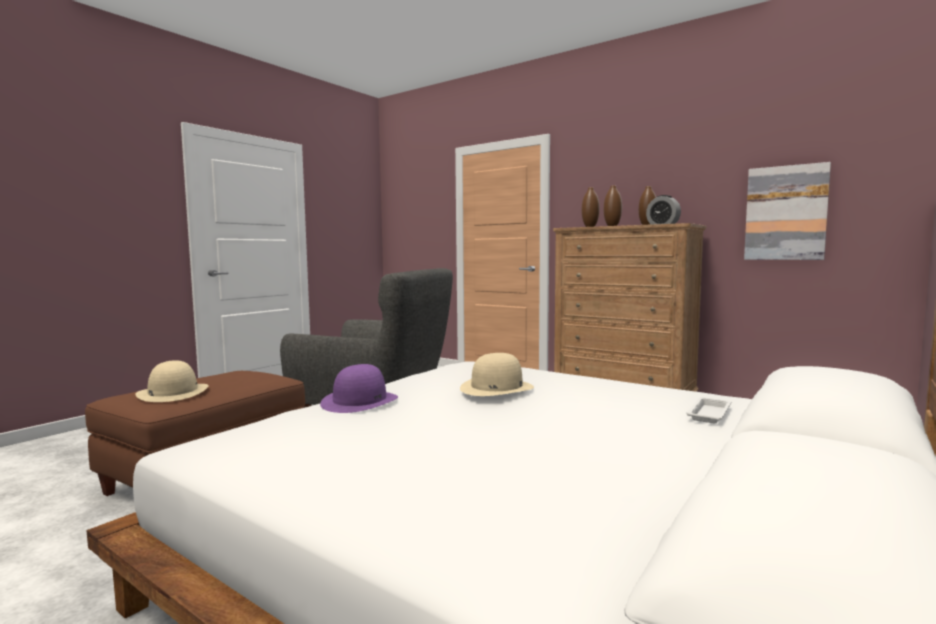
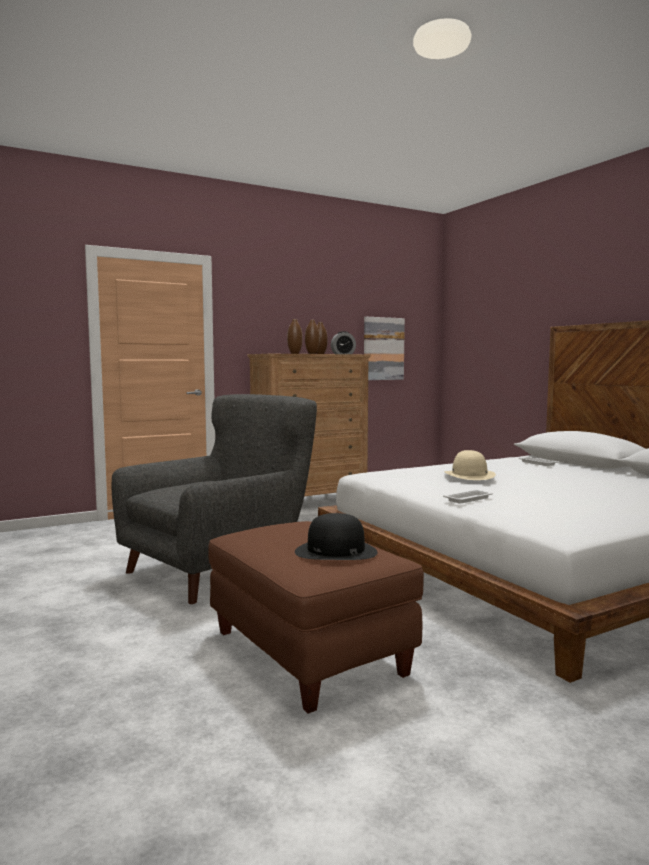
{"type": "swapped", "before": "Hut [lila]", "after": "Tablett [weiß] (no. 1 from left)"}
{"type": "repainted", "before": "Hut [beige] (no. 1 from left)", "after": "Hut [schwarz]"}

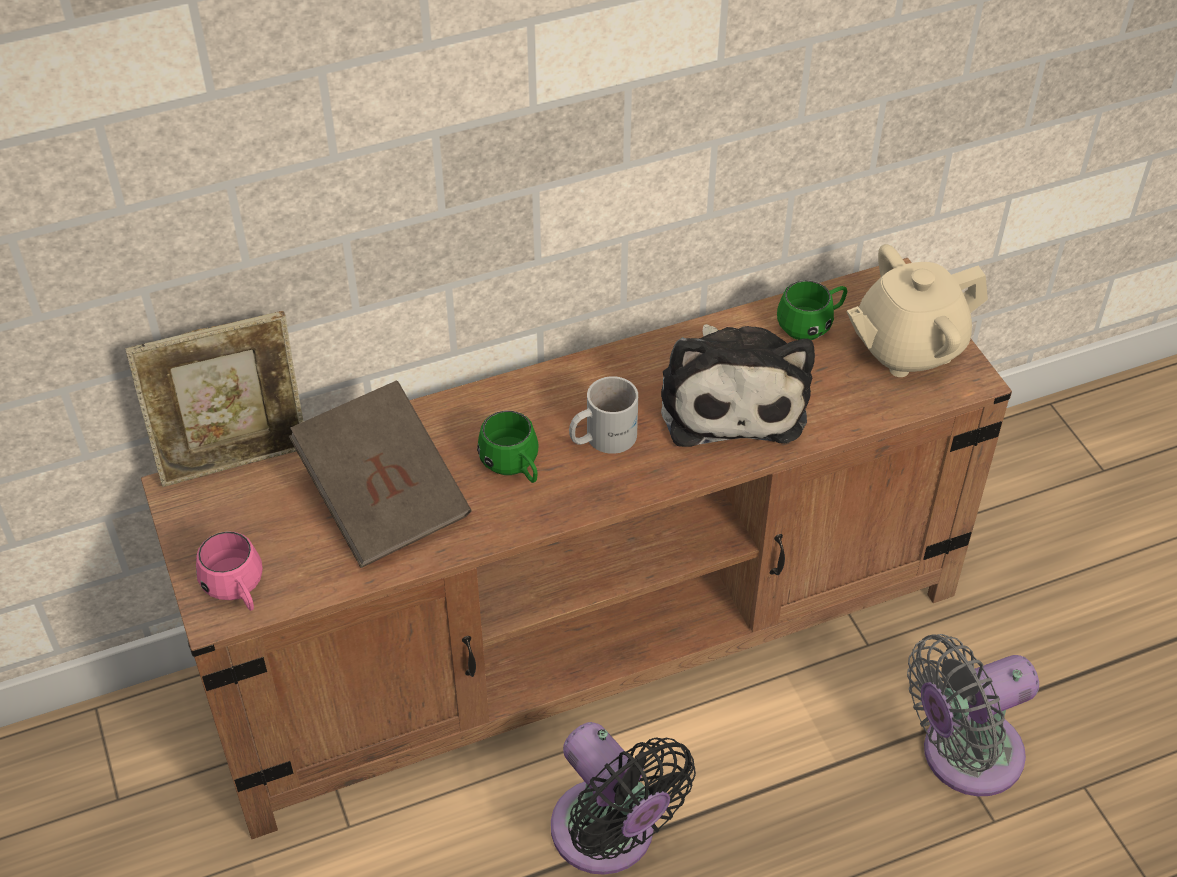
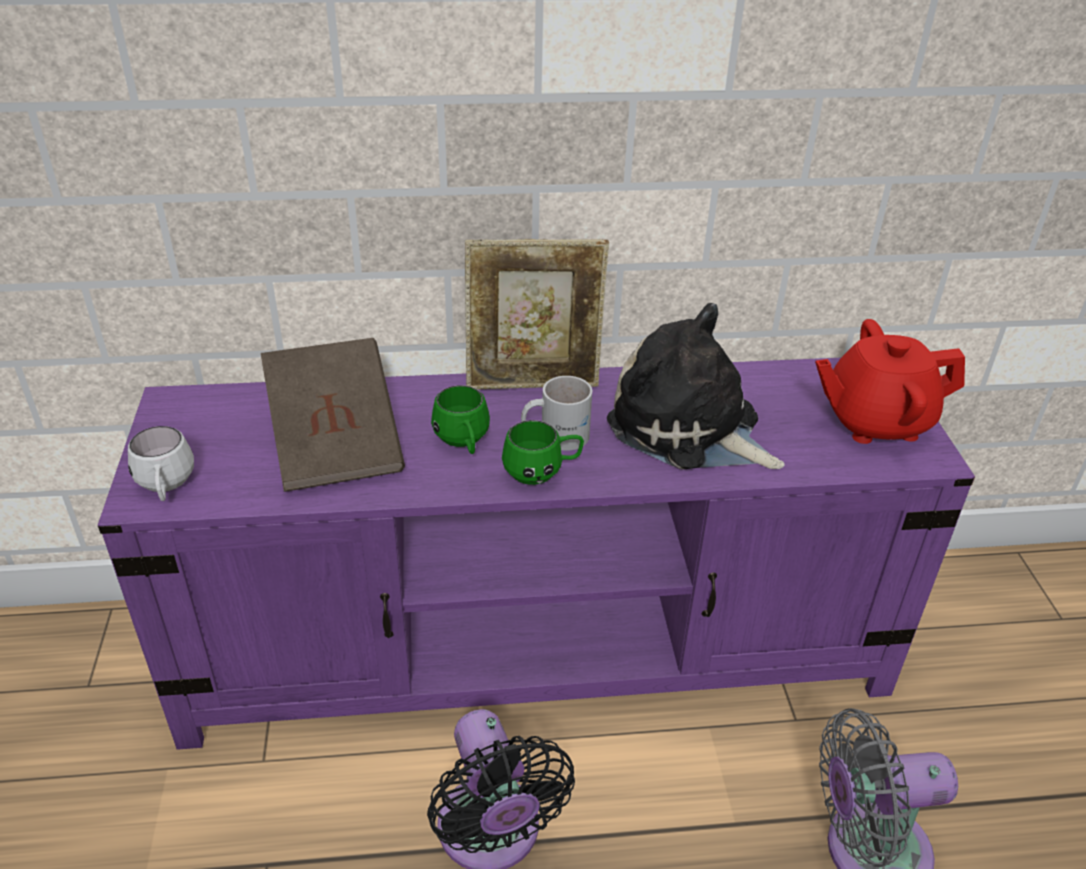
{"type": "shifted", "before": "Bilderrahmen"}
{"type": "shifted", "before": "Henkelbecher [grün] (no. 2 from left)"}
{"type": "repainted", "before": "Fernsehschrank [braun]", "after": "Fernsehschrank [lila]"}
{"type": "repainted", "before": "Henkelbecher [rosa]", "after": "Henkelbecher [weiß] (no. 1 from left)"}
{"type": "repainted", "before": "Teekanne [beige]", "after": "Teekanne [rot]"}
{"type": "rotated", "before": "Plüschtier", "turn": 120}

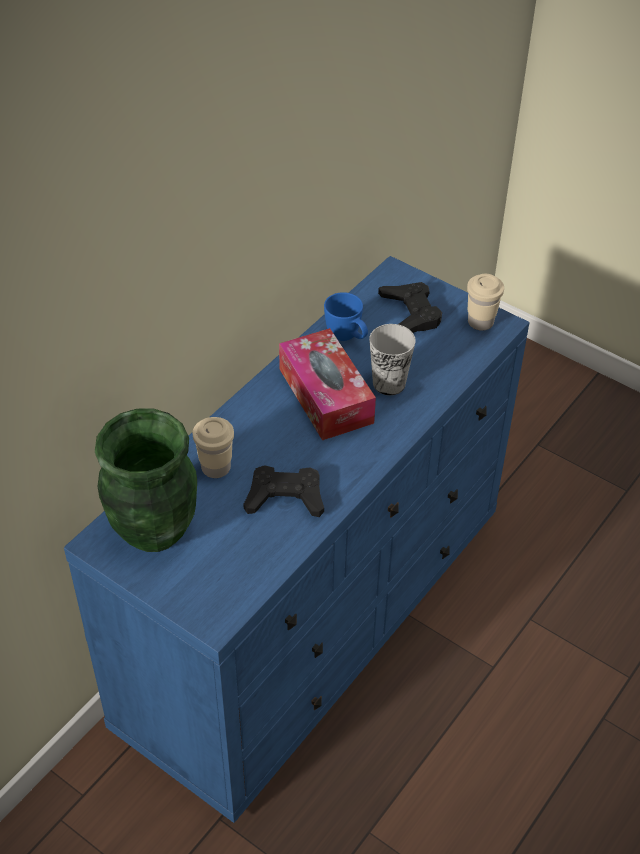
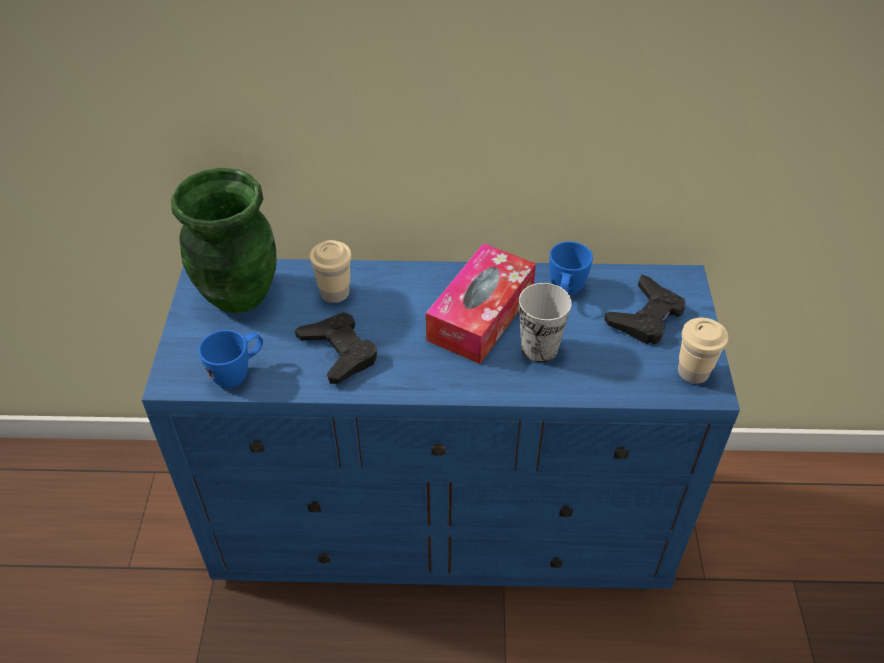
{"type": "new", "after": "Henkelbecher [blau] (no. 1 from left)"}

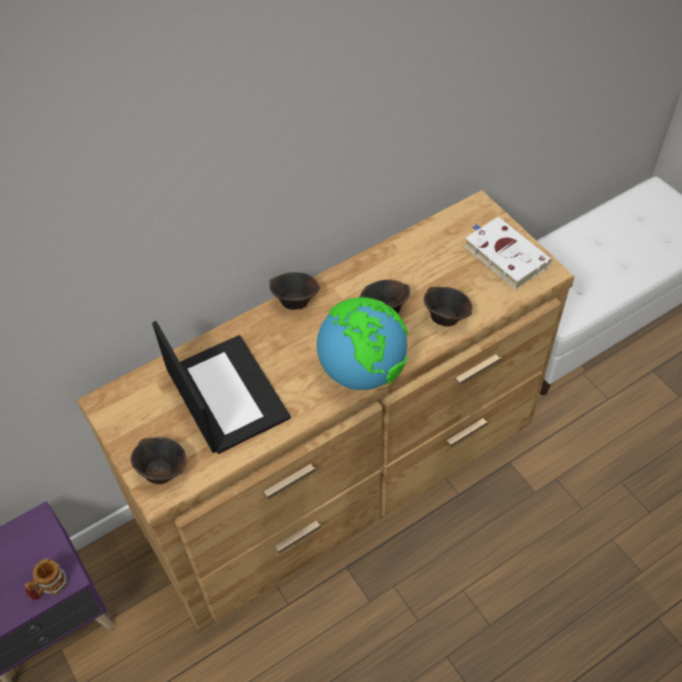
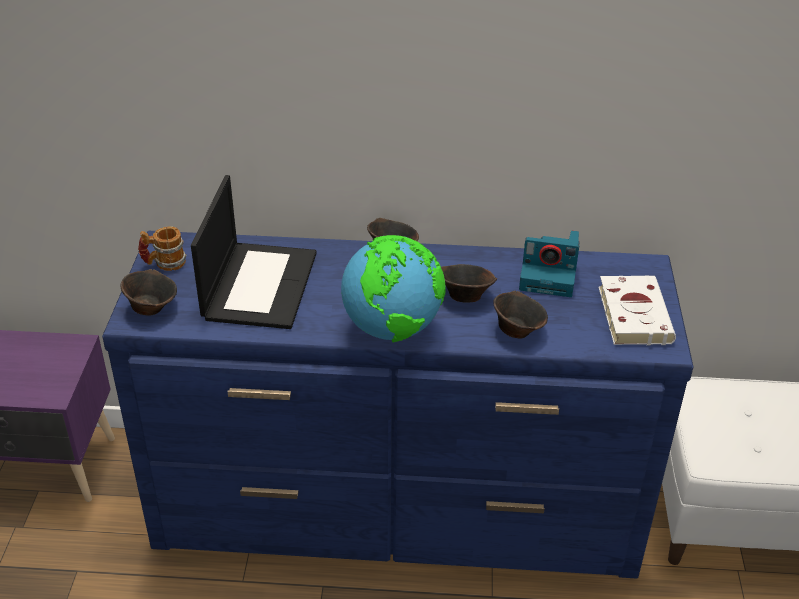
{"type": "new", "after": "Kamera"}
{"type": "shifted", "before": "Henkelbecher"}
{"type": "repainted", "before": "Kommode [braun]", "after": "Kommode [blau]"}

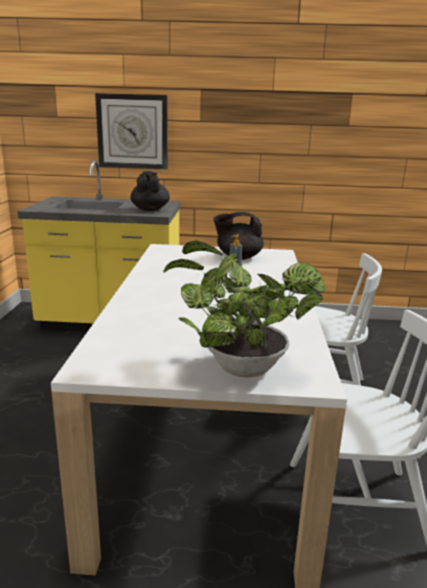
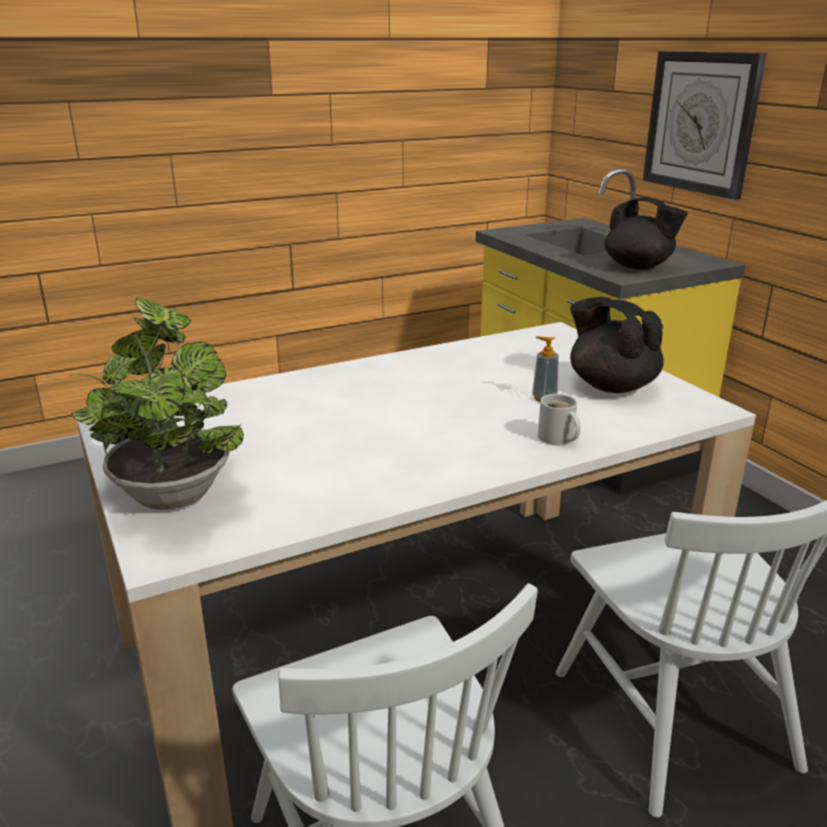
{"type": "new", "after": "Henkelbecher [weiß]"}
{"type": "rotated", "before": "Teekanne [schwarz] (no. 1 from left in the first image)", "turn": 75}

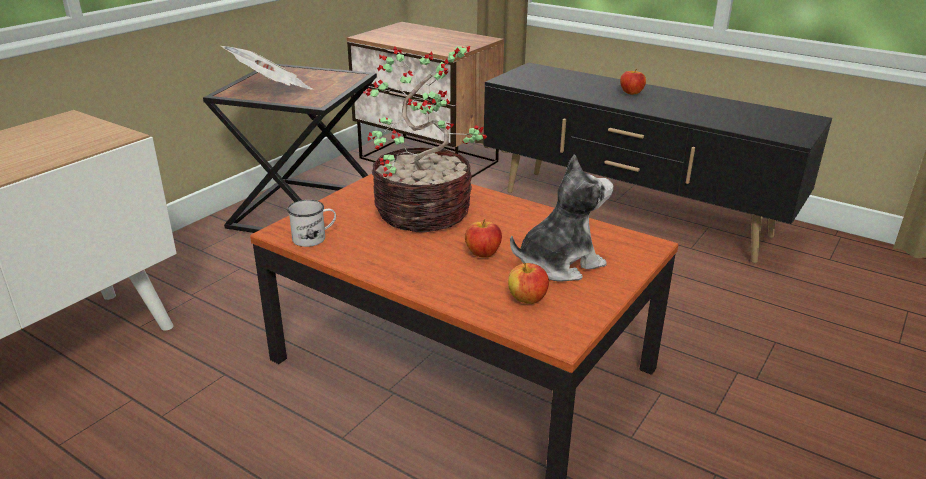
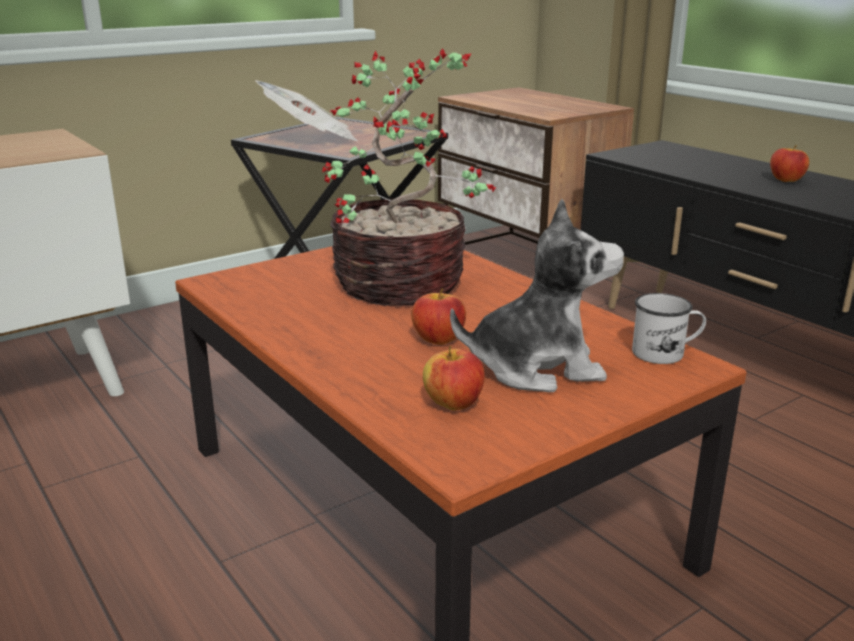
{"type": "shifted", "before": "Henkelbecher [weiß]"}

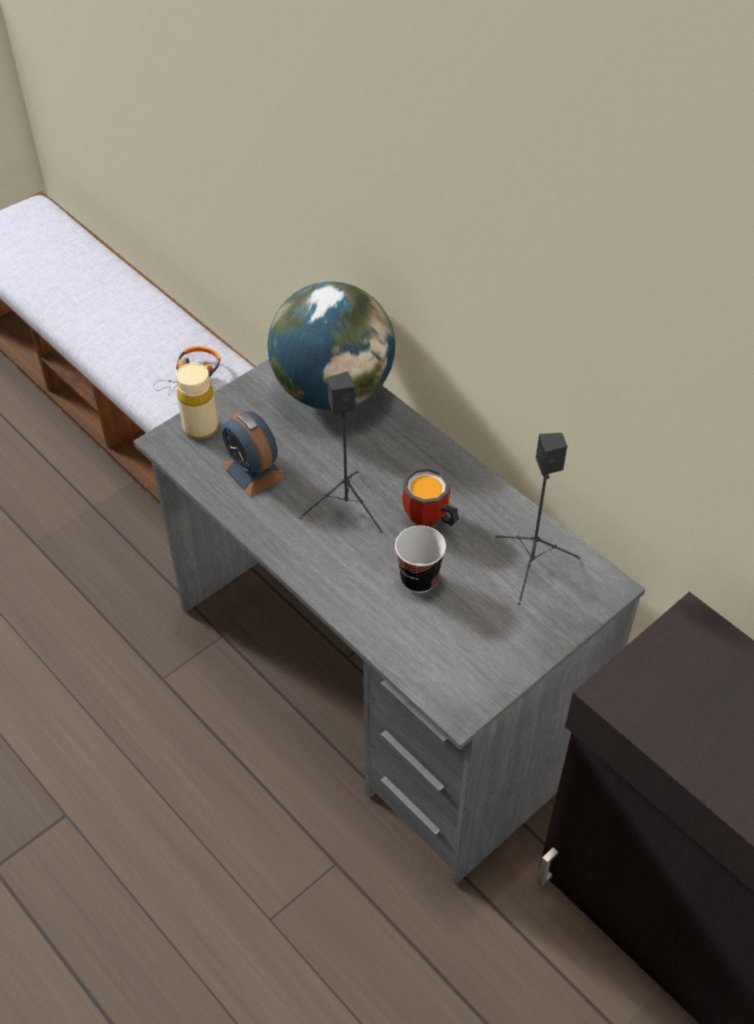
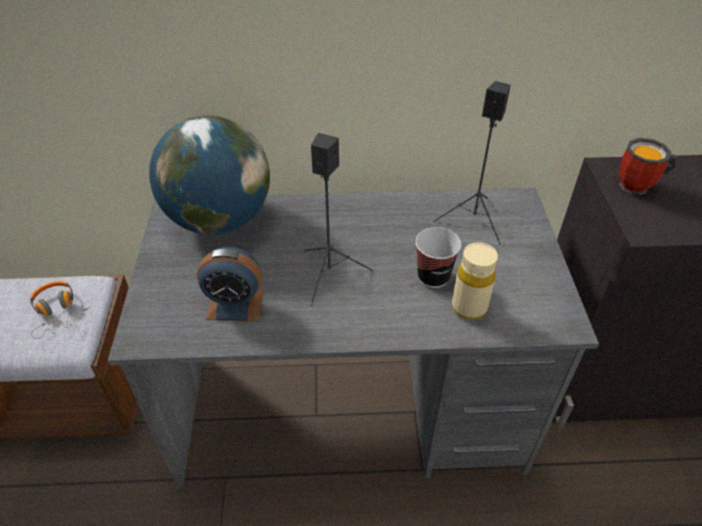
{"type": "shifted", "before": "Flasche [beige]"}
{"type": "shifted", "before": "Henkelbecher"}

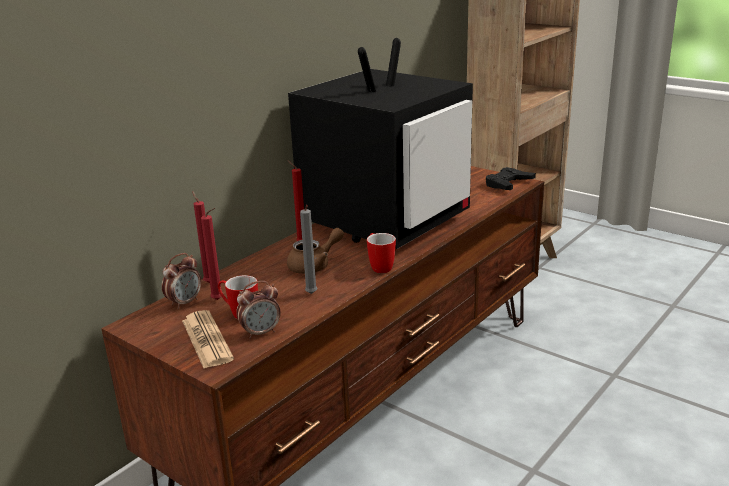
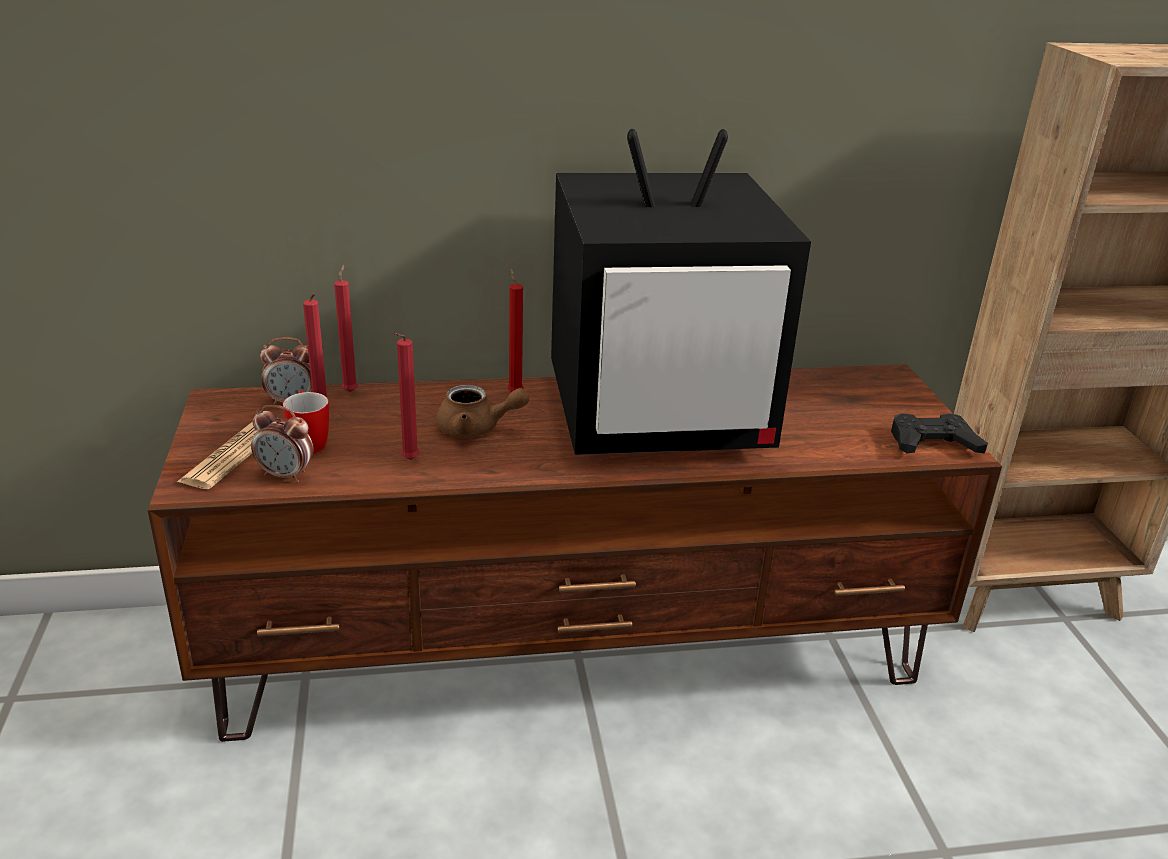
{"type": "gone", "before": "Henkelbecher (no. 2 from left)"}
{"type": "repainted", "before": "Kerze [grau]", "after": "Kerze [rot] (no. 3 from left)"}

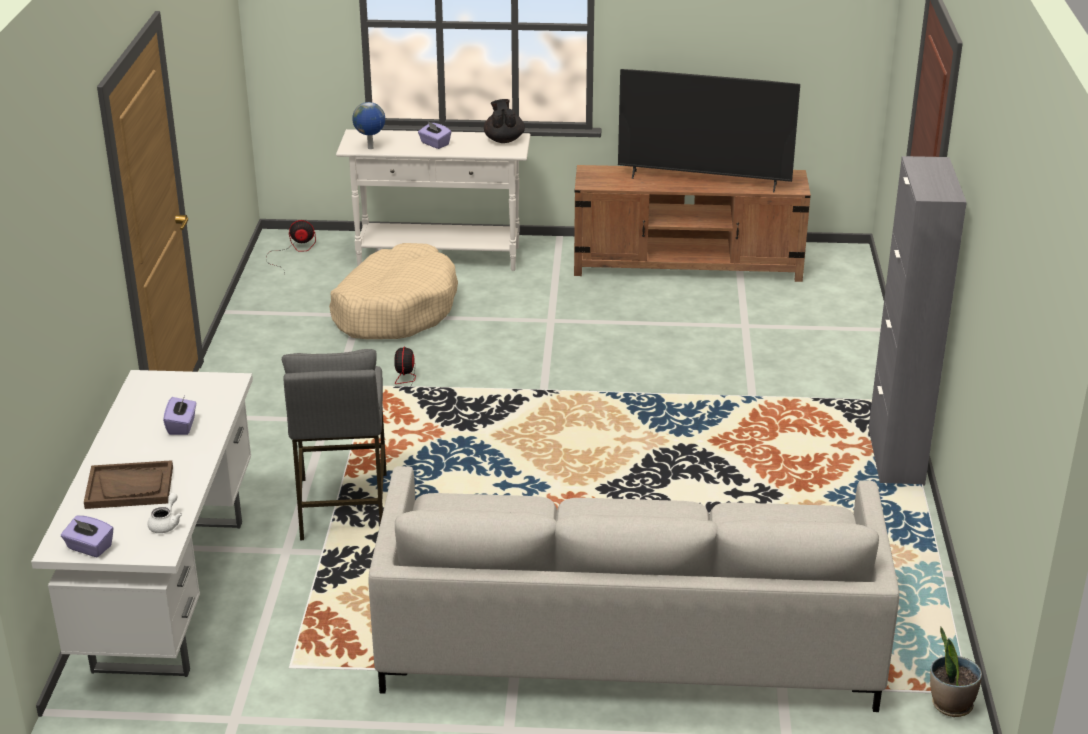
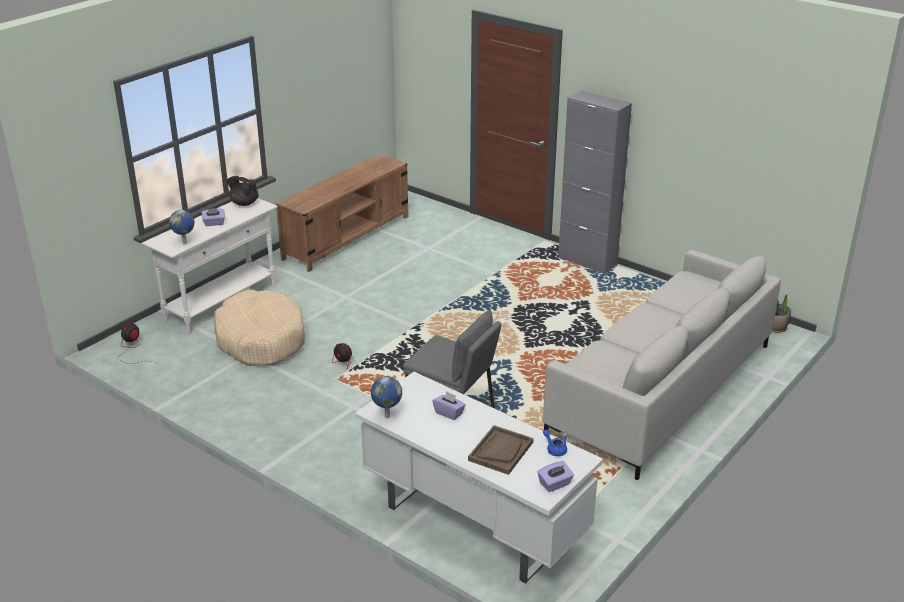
{"type": "gone", "before": "Fernseher"}
{"type": "new", "after": "Globus (no. 2 from left)"}
{"type": "repainted", "before": "Teekanne [weiß]", "after": "Teekanne [blau]"}

